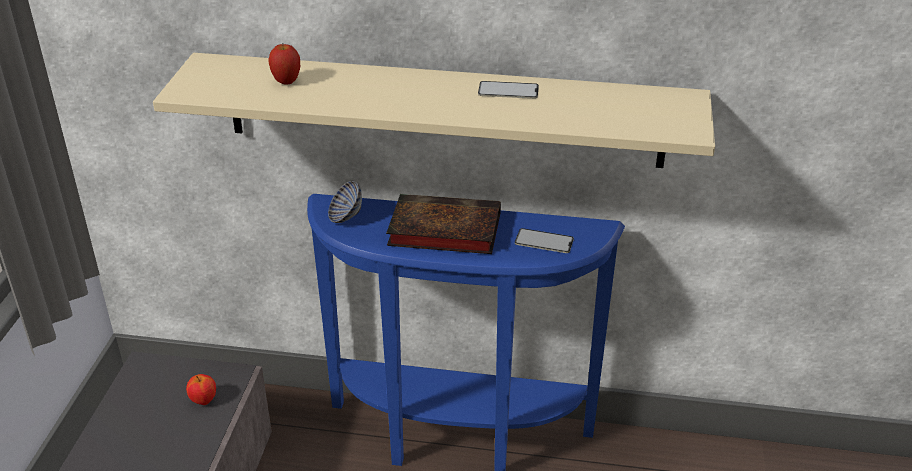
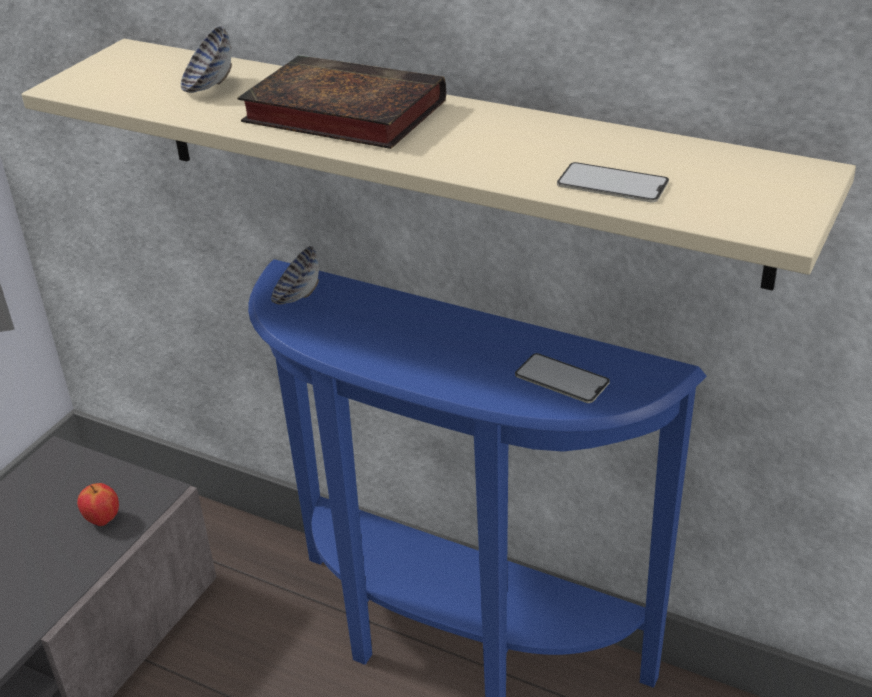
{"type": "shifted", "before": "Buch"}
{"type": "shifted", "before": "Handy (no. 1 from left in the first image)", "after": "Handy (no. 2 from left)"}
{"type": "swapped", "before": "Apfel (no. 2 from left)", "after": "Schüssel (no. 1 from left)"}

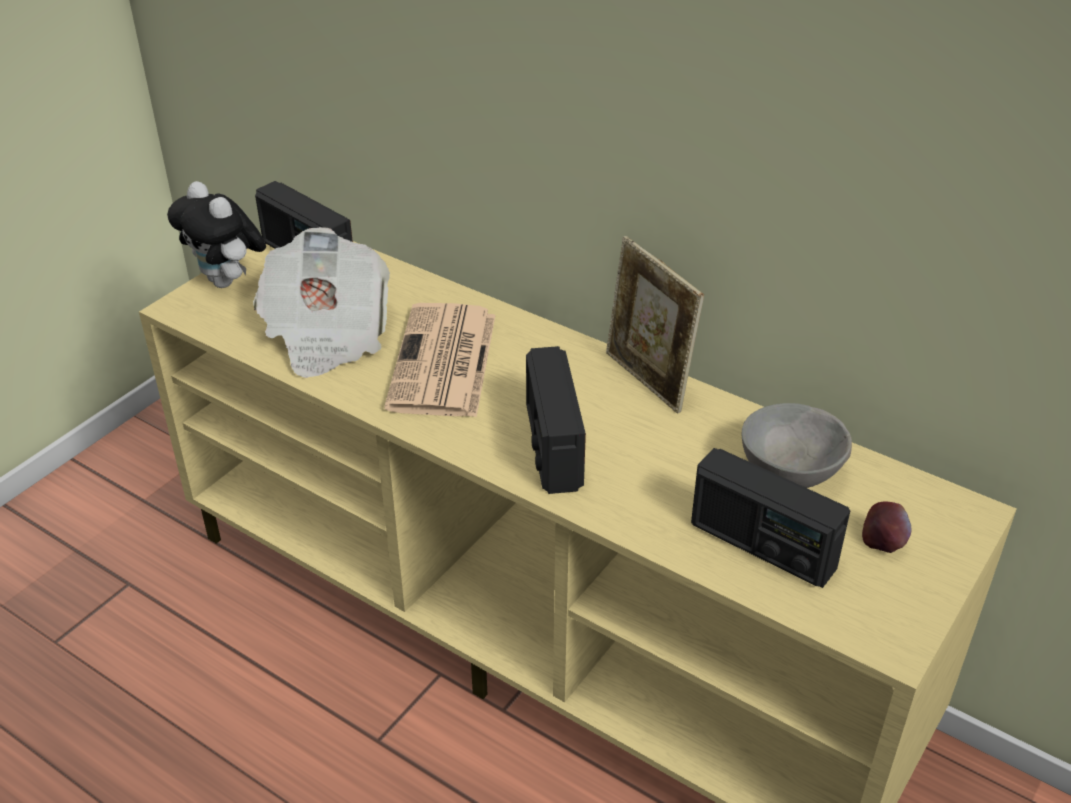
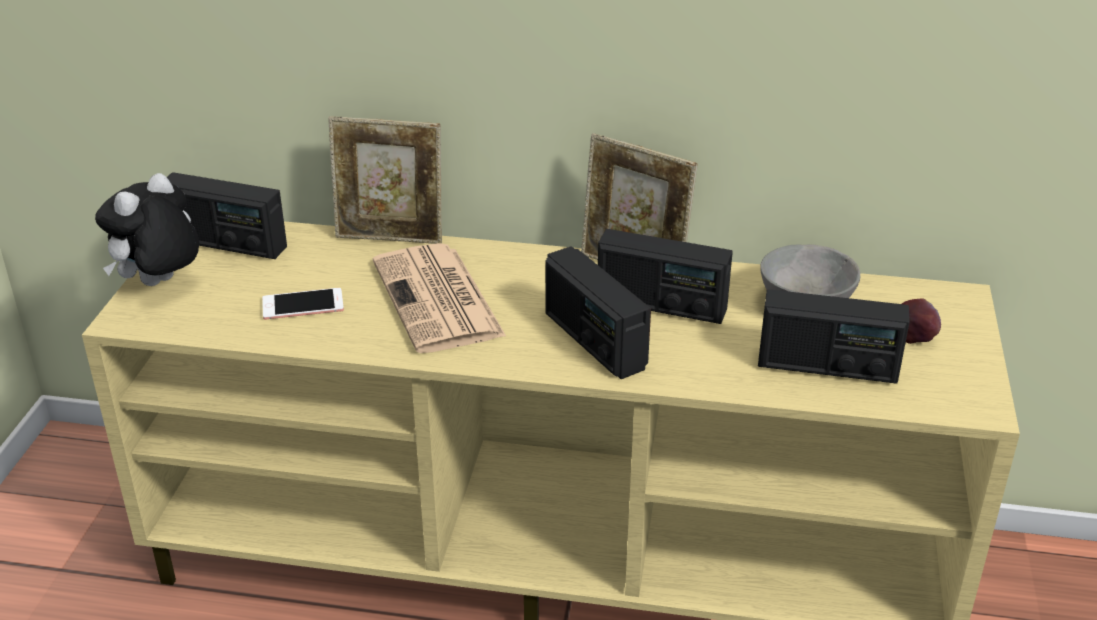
{"type": "new", "after": "Bilderrahmen (no. 1 from left)"}
{"type": "new", "after": "Radio (no. 3 from left)"}
{"type": "swapped", "before": "Zeitung (no. 1 from left)", "after": "Handy"}
{"type": "rotated", "before": "Plüschtier", "turn": 105}

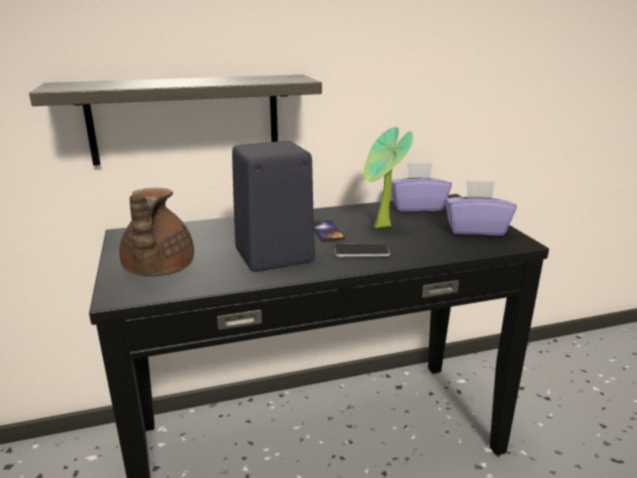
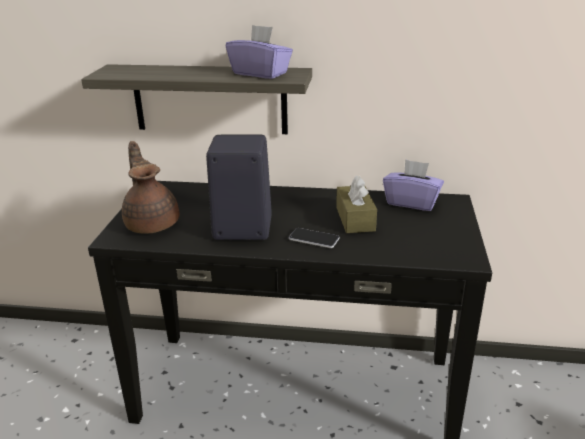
{"type": "gone", "before": "Handy (no. 1 from left)"}
{"type": "shifted", "before": "Taschentuchbox [lila] (no. 2 from left in the first image)", "after": "Taschentuchbox [lila] (no. 1 from left)"}
{"type": "swapped", "before": "Topfpflanze", "after": "Taschentuchbox [braun]"}
{"type": "rotated", "before": "Teekanne [braun]", "turn": 135}

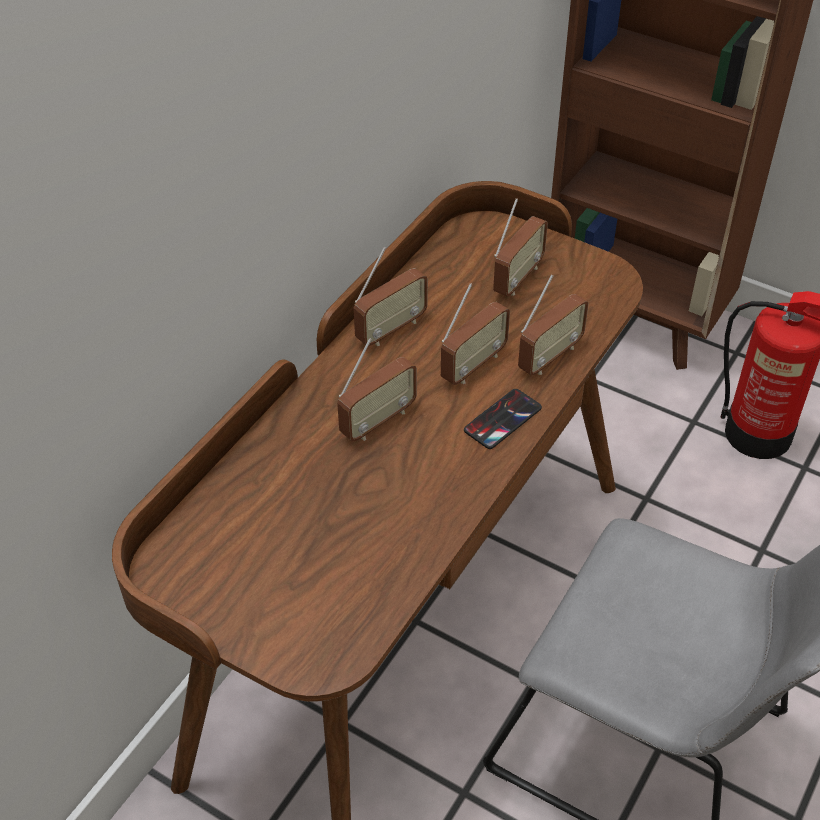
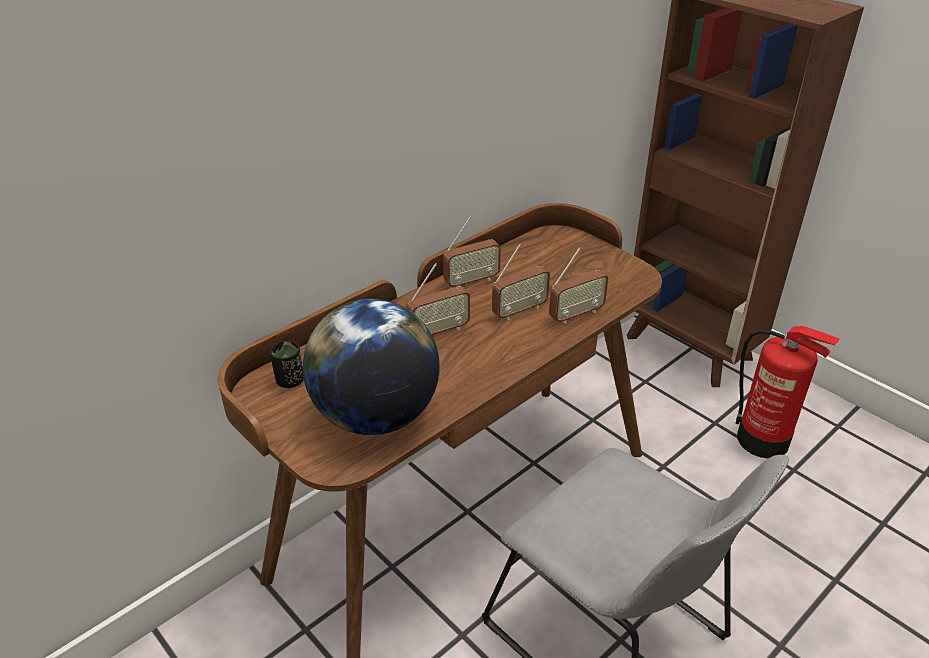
{"type": "gone", "before": "Handy"}
{"type": "gone", "before": "Radio (no. 4 from left)"}
{"type": "new", "after": "Tasse [schwarz]"}
{"type": "new", "after": "Globus"}

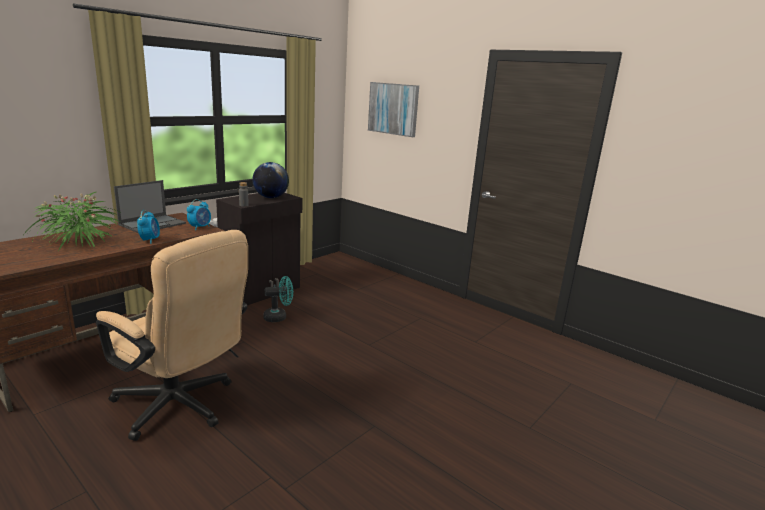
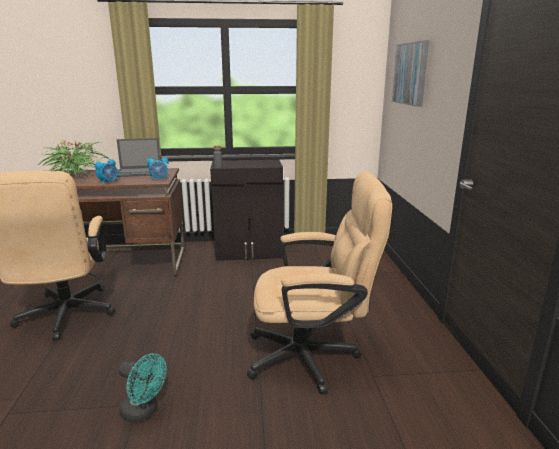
{"type": "gone", "before": "Globus"}
{"type": "new", "after": "Bürostuhl [beige] (no. 2 from left)"}
{"type": "shifted", "before": "Ventilator [türkis]"}

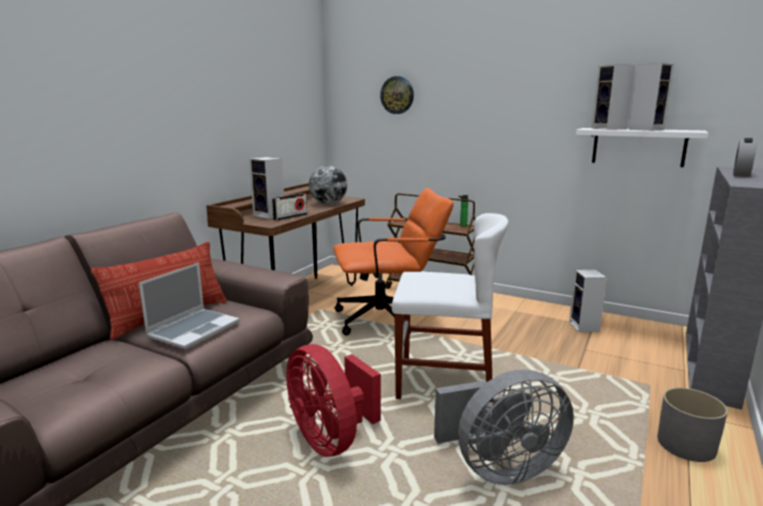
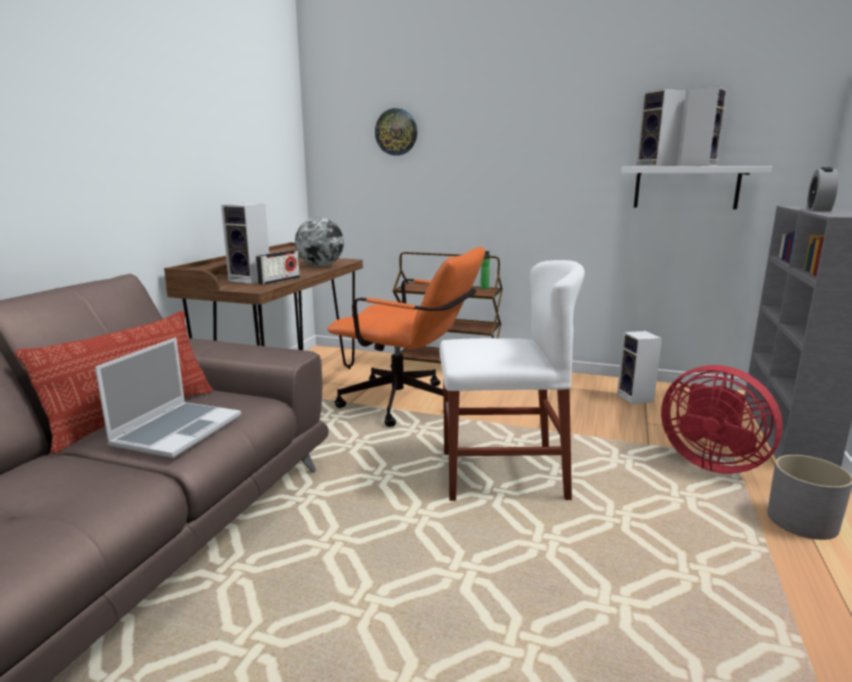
{"type": "gone", "before": "Ventilator [grau]"}
{"type": "shifted", "before": "Ventilator [rot]"}
{"type": "rotated", "before": "Bürostuhl [orange]", "turn": 45}

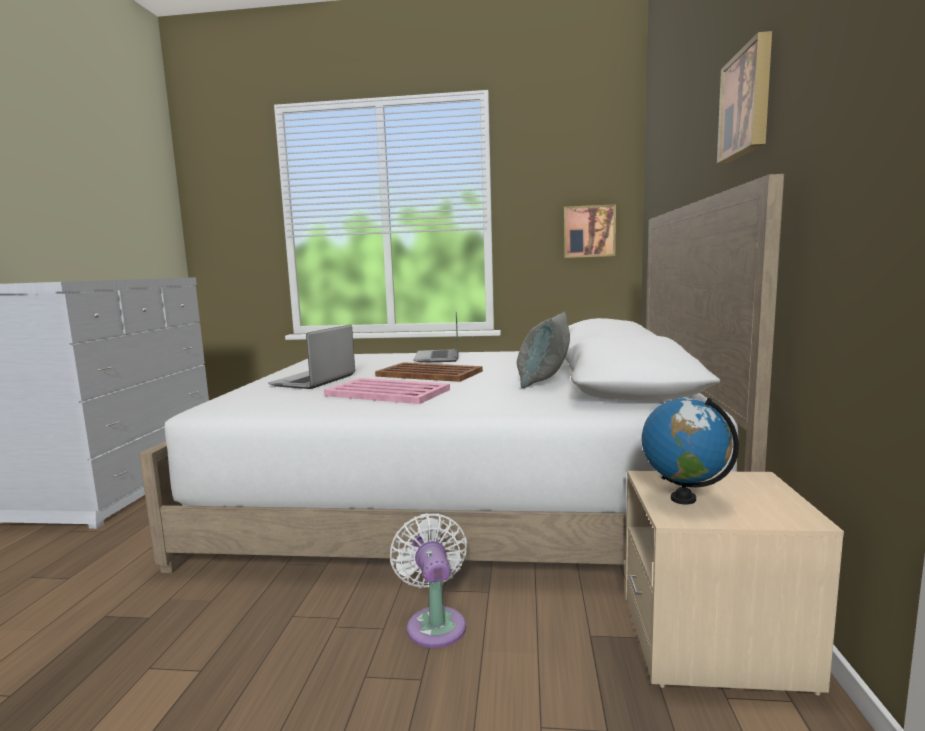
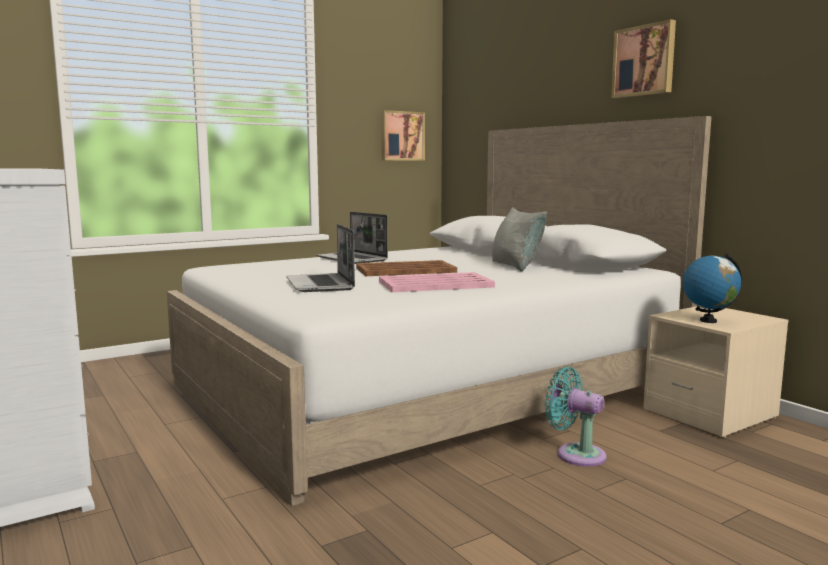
{"type": "repainted", "before": "Ventilator [weiß]", "after": "Ventilator [türkis]"}

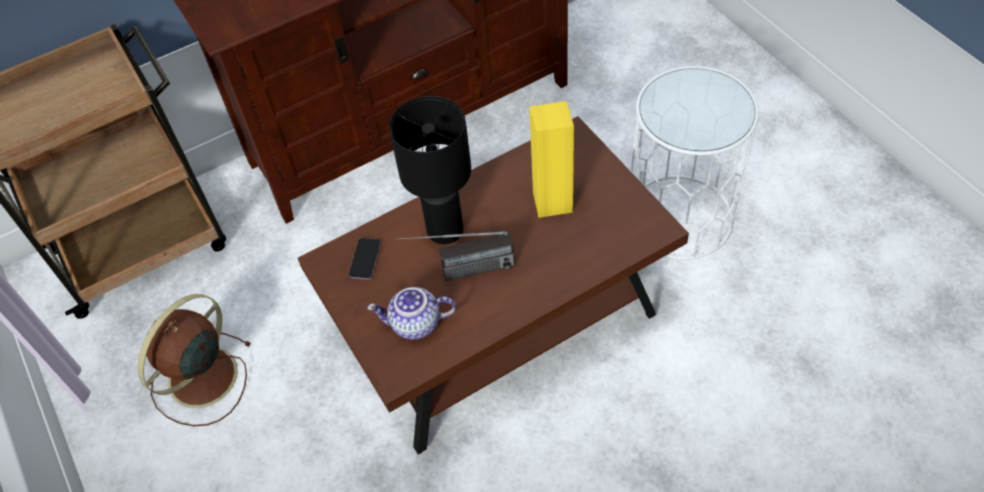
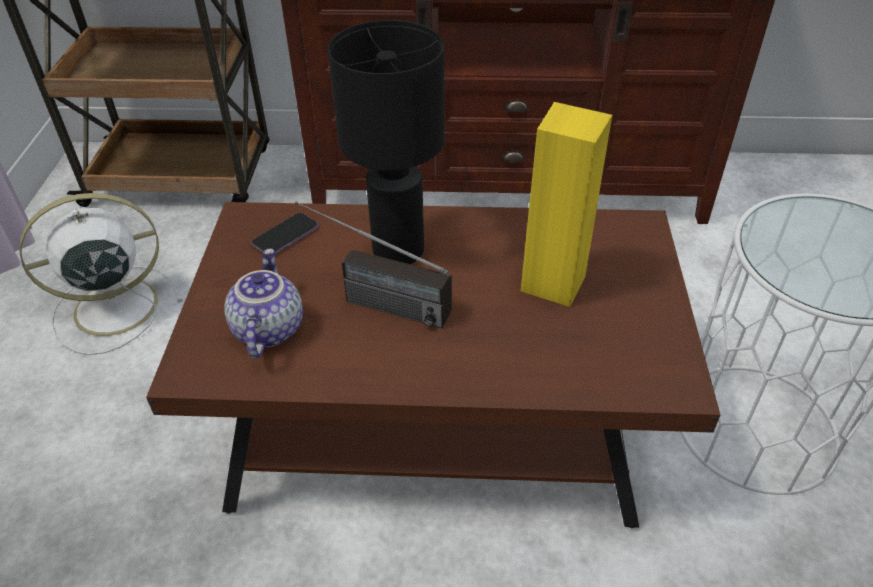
{"type": "repainted", "before": "Ventilator [braun]", "after": "Ventilator [weiß]"}
{"type": "rotated", "before": "Teekanne", "turn": 60}

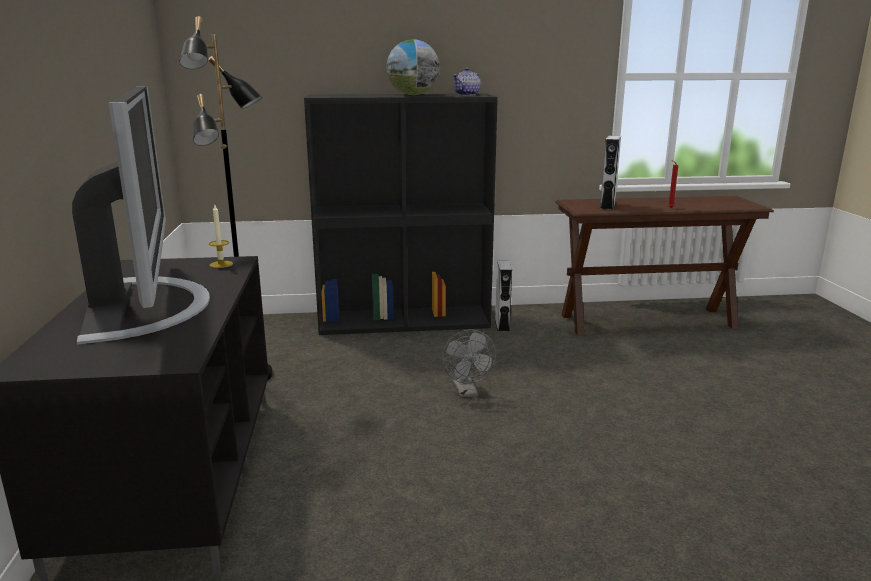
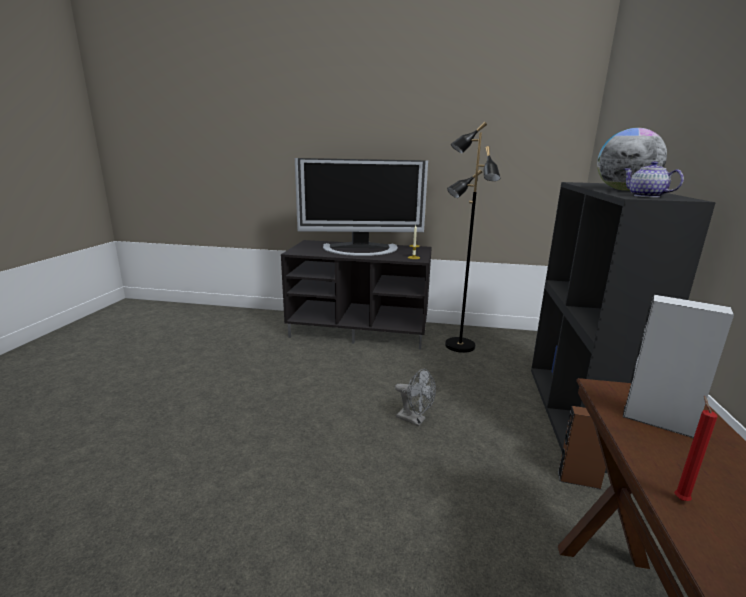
{"type": "repainted", "before": "Lautsprecher [grau] (no. 1 from left)", "after": "Lautsprecher [braun]"}
{"type": "rotated", "before": "Ventilator [grau]", "turn": -150}

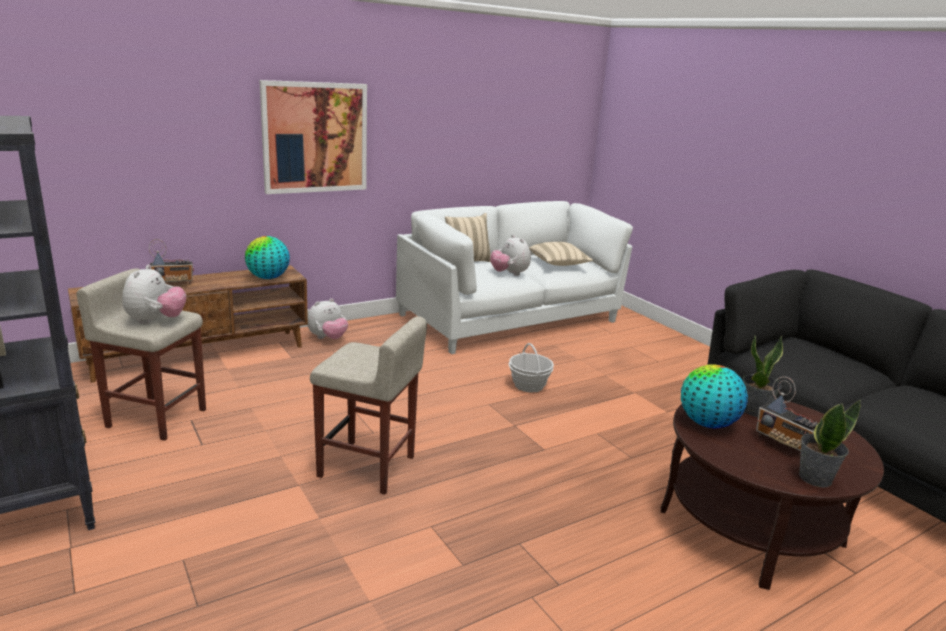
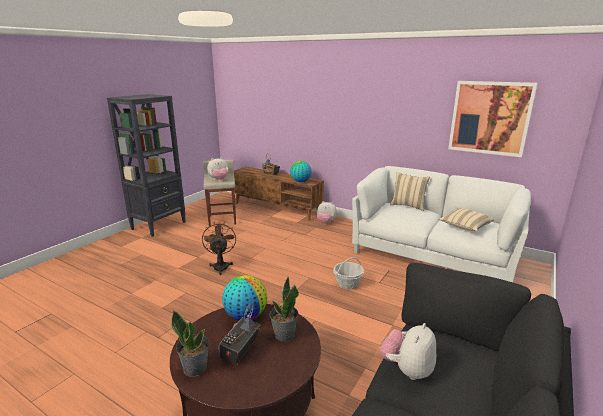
{"type": "shifted", "before": "Bild"}
{"type": "shifted", "before": "Plüschtier (no. 3 from left)"}
{"type": "swapped", "before": "Hocker [beige] (no. 2 from left)", "after": "Ventilator [braun]"}

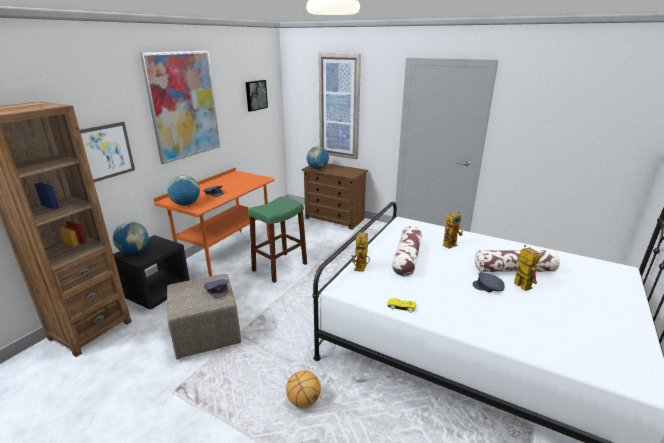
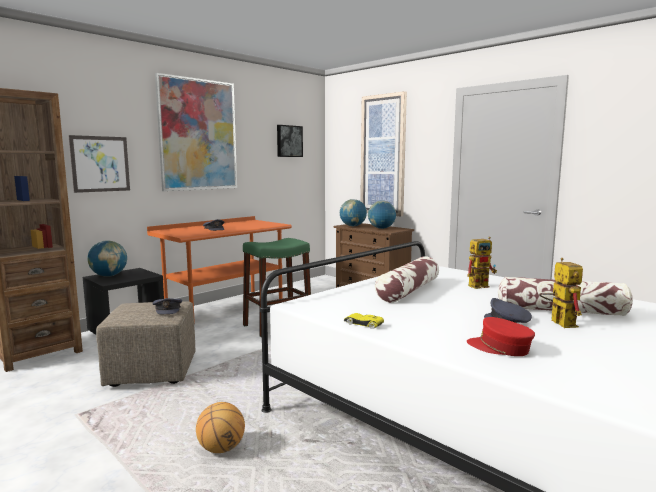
{"type": "gone", "before": "Spielzeugroboter (no. 1 from left)"}
{"type": "new", "after": "Kappe [rot]"}
{"type": "shifted", "before": "Globus (no. 2 from left in the first image)", "after": "Globus (no. 3 from left)"}

